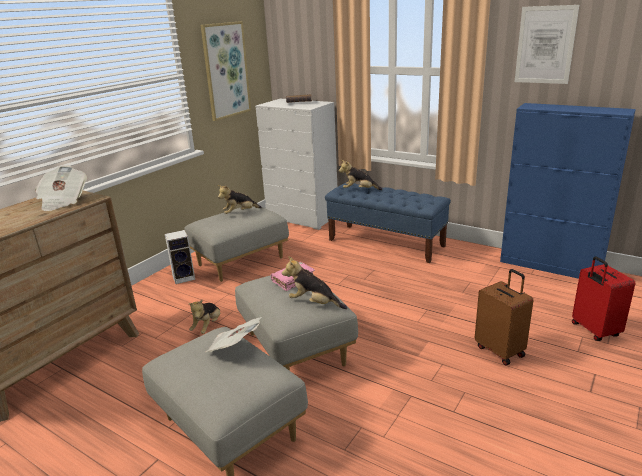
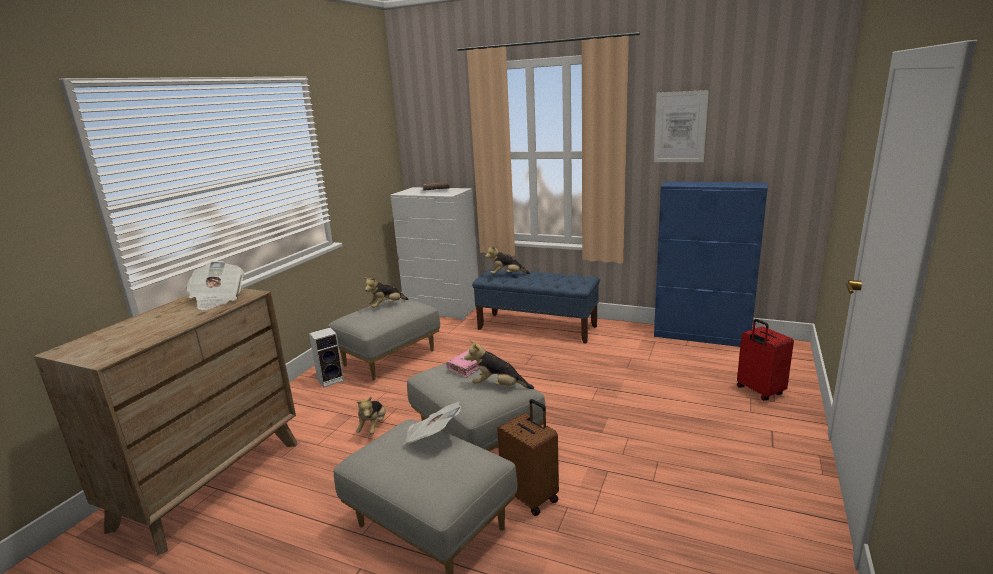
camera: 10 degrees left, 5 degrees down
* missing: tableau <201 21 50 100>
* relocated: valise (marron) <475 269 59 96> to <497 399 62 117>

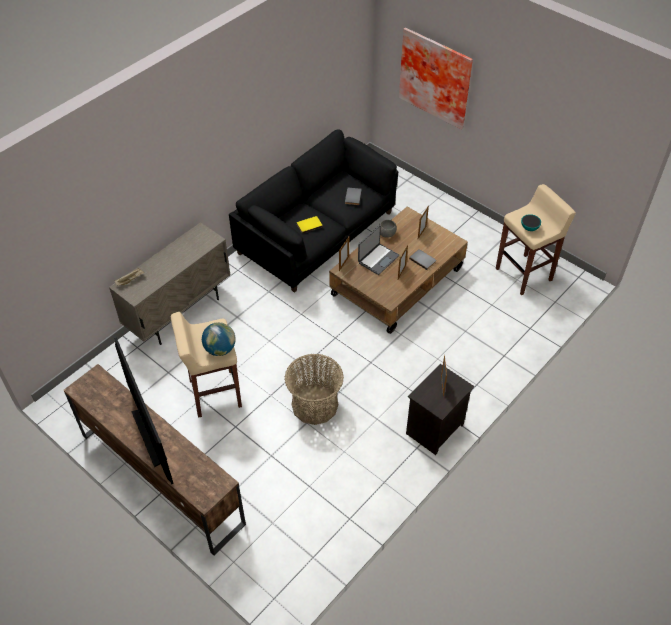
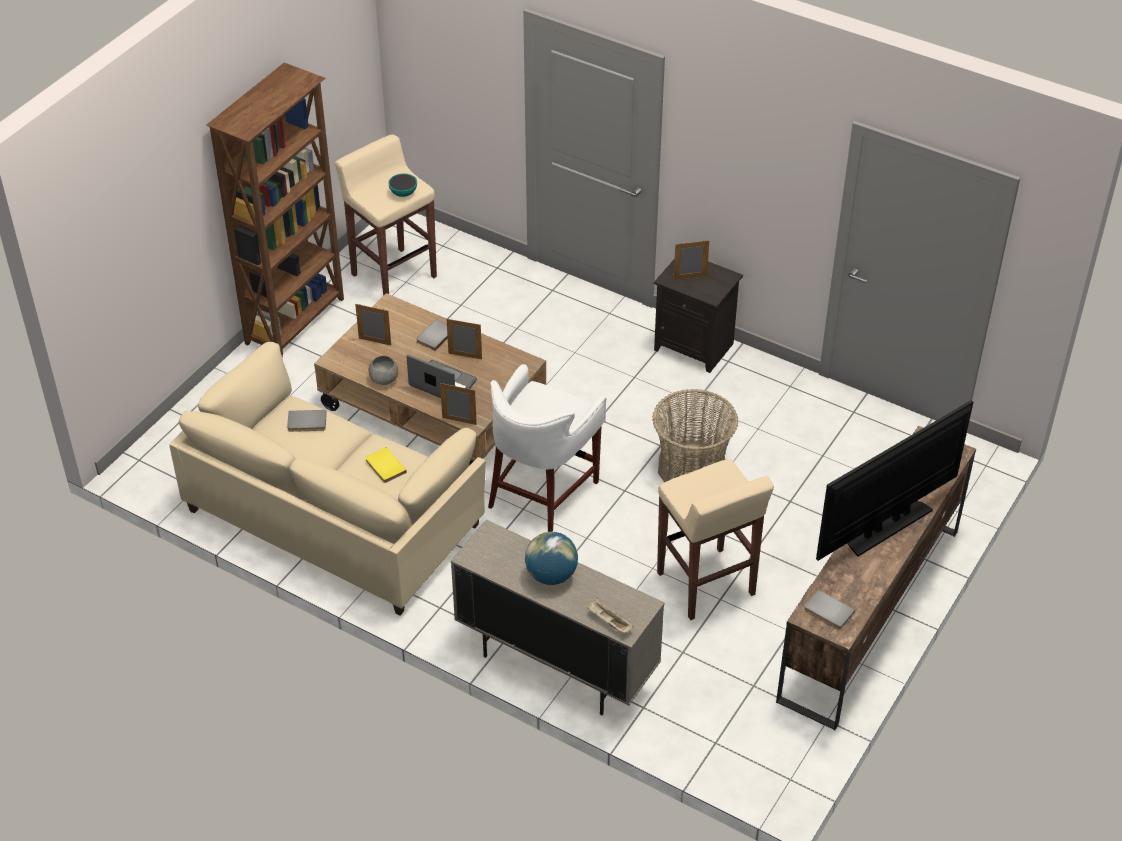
camera: 100 degrees left, 5 degrees down
* missing: tableau <399 28 74 102>
* appeared: bibliothèque (marron) <206 63 138 295>
* appeared: tabouret (blanc) <488 364 119 168>
* appeared: livre (gris) <804 590 51 40>
* relocated: globe <202 322 34 34> to <525 532 53 53>
* colour: canapé (noir) <229 129 169 164> to canapé (beige) <169 342 317 274>

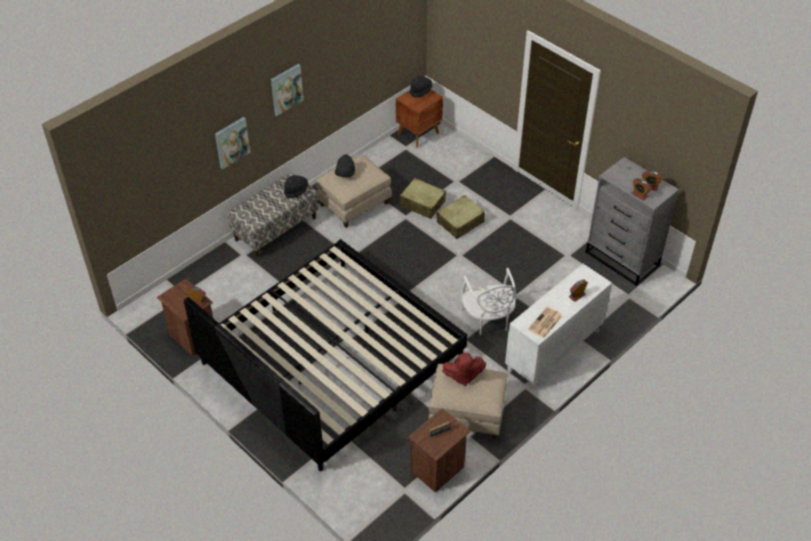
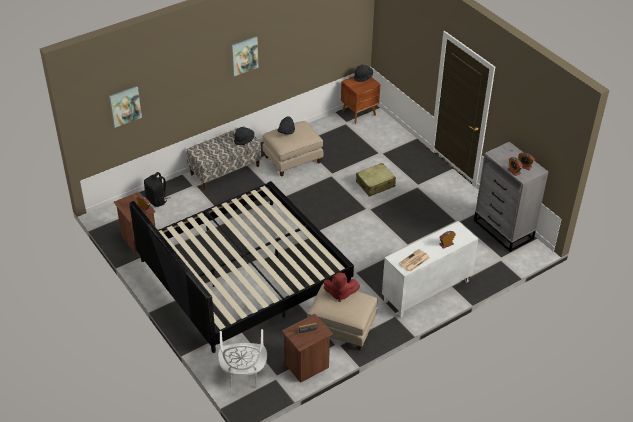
camera: 10 degrees right, 5 degrees down
* missing: valise (beige) <399 178 47 41>
* appeared: sac à dos (noir) <144 172 27 35>
* relocated: tableau <215 117 35 52> to <109 86 33 42>
* relocated: chaise (blanc) <461 268 55 68> to <218 329 49 59>

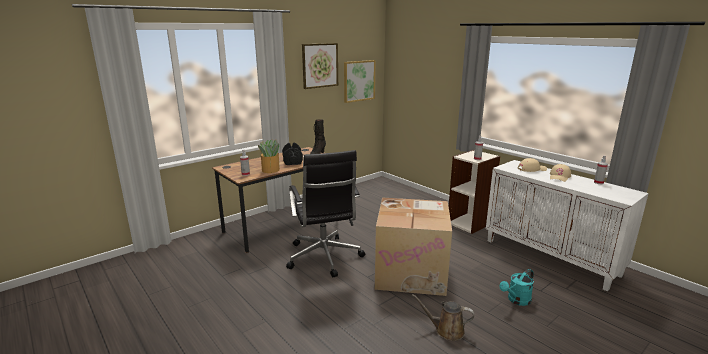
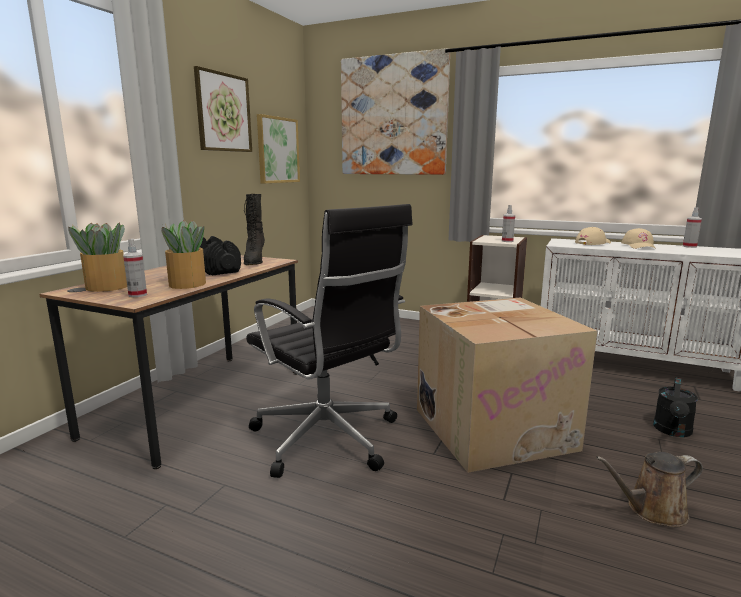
camera: 25 degrees left, 5 degrees down
* appeared: plante en pot <68 222 59 70>
* appeared: tableau <341 48 109 127>
* colour: arrosoir (turquoise) <500 269 34 37> to arrosoir (noir) <653 377 45 60>

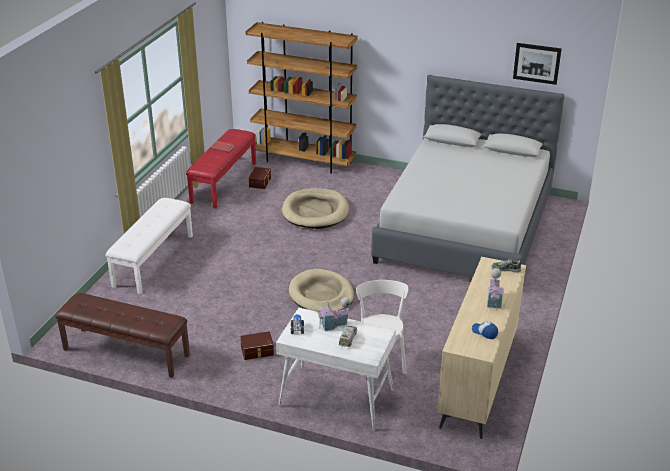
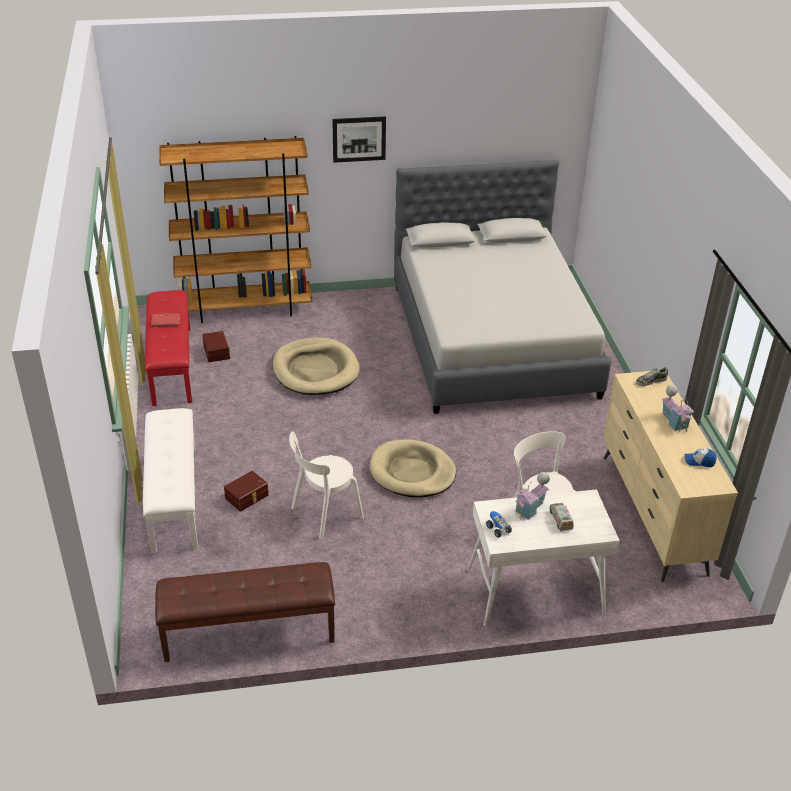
camera: 30 degrees left, 5 degrees up
* appeared: chaise (blanc) <289 431 75 109>
* relocated: boîte de rangement (marron) <240 331 34 29> to <224 471 45 41>
* relocated: tableau <513 43 49 42> to <332 116 54 47>

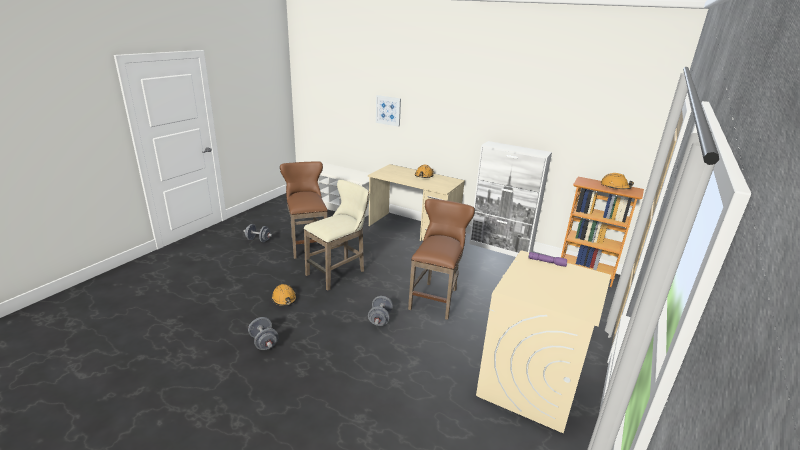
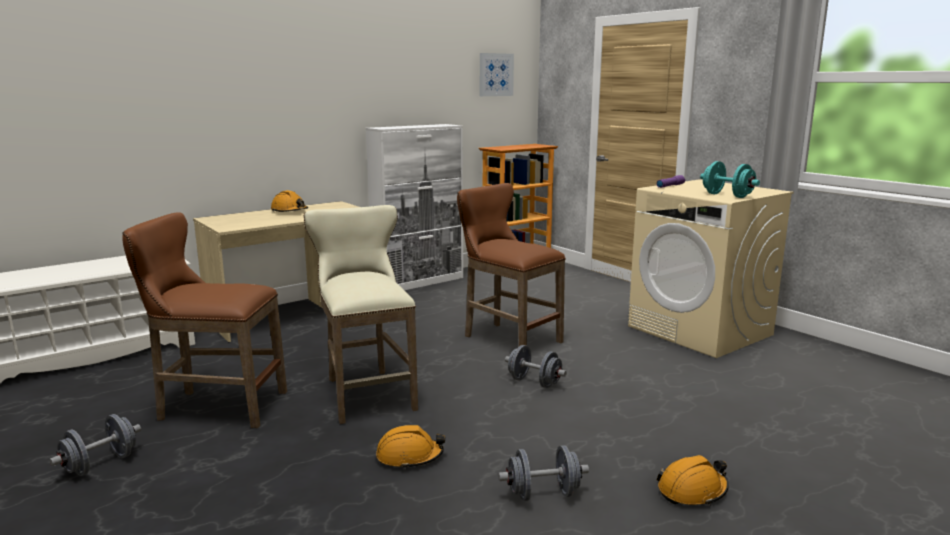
camera: 65 degrees left, 10 degrees down
* appeared: haltère (turquoise) <700 161 60 37>
* relocated: tableau <376 95 25 32> to <480 53 34 43>
* relocated: casque de chantier (orange) <601 173 33 17> to <657 455 72 51>

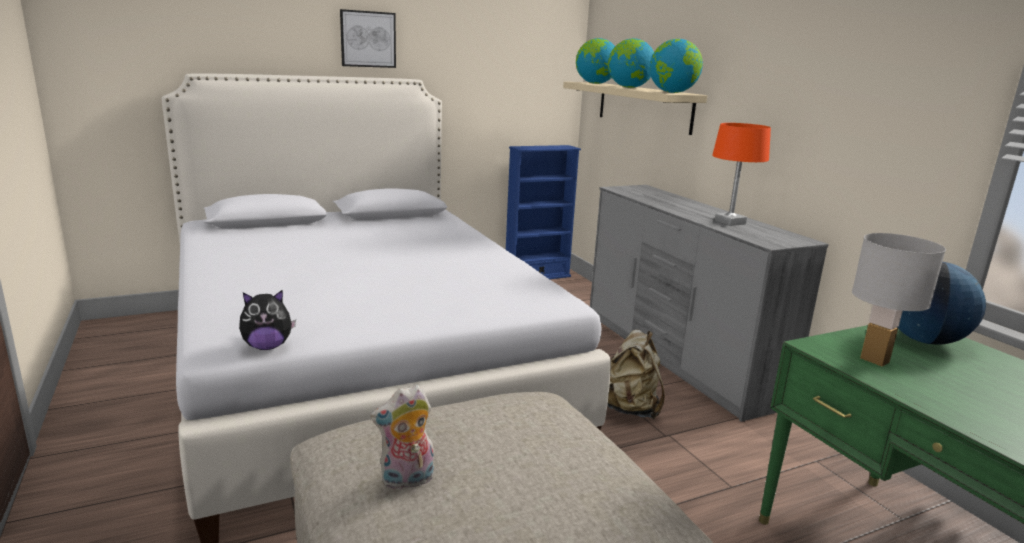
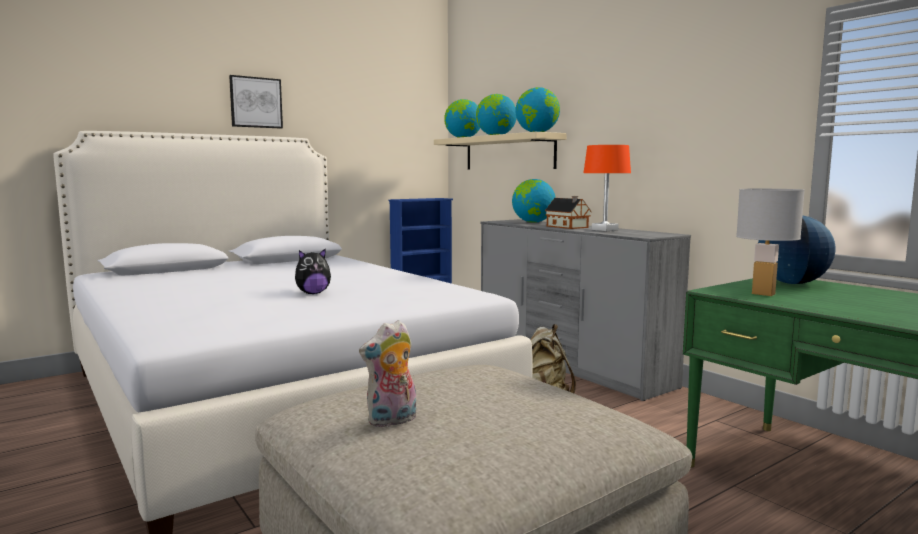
camera: 10 degrees left, 10 degrees down
* appeared: globe <512 179 44 44>
* appeared: maison miniature <545 196 47 33>
* relocated: peluche <239 290 57 60> to <295 248 36 46>

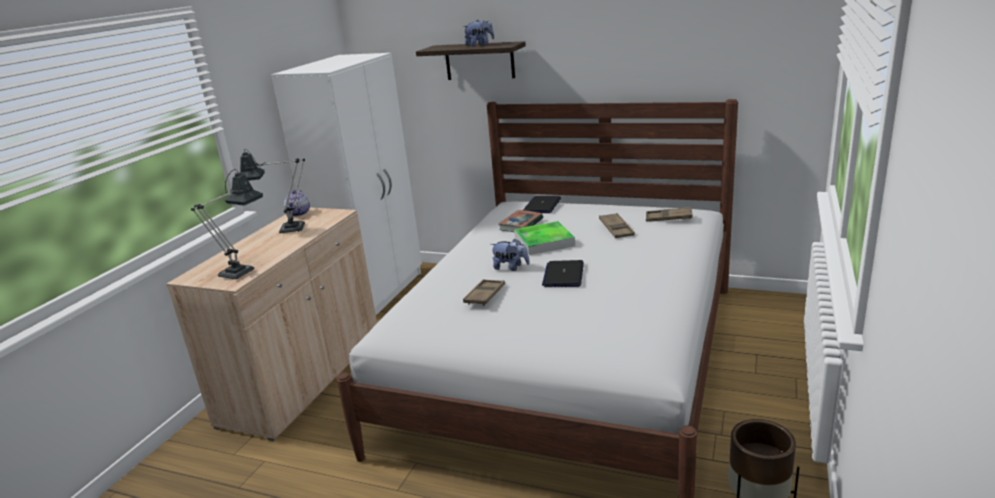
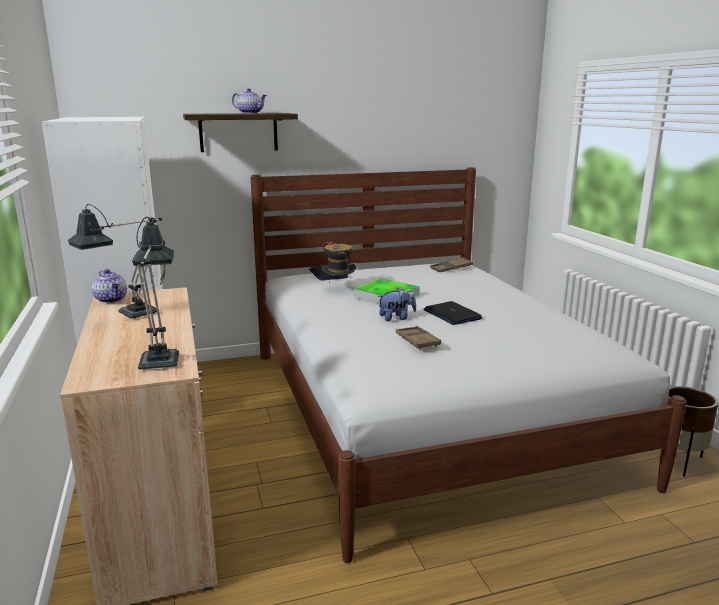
camera: 40 degrees left, 5 degrees down
* missing: plateau (marron) <599 213 36 25>
* exchanged: peluche <463 20 31 26> to théière <232 88 35 26>
* exchanged: livre <499 210 44 22> to chapeau <321 242 36 40>

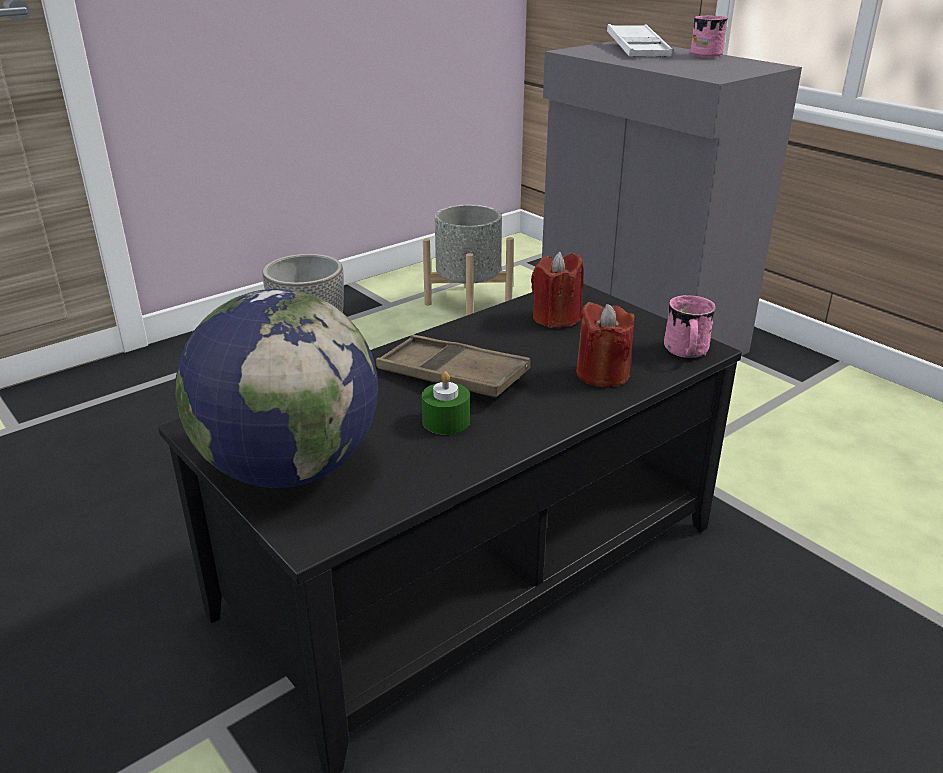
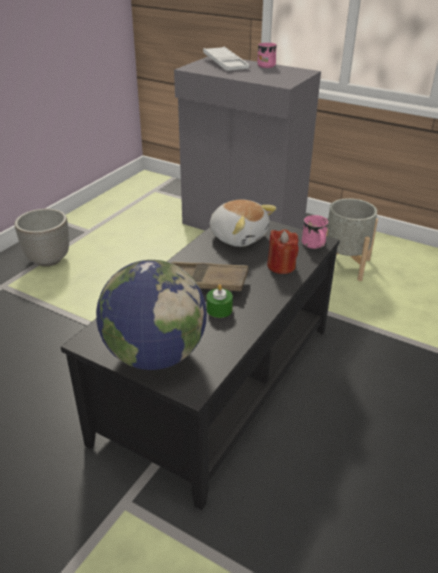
camera: 20 degrees left, 5 degrees up
* relocated: cache-pot (gris) <423 205 91 111> to <326 198 52 83>
* exchanged: bougie (rouge) <531 252 53 76> to peluche <210 199 67 48>

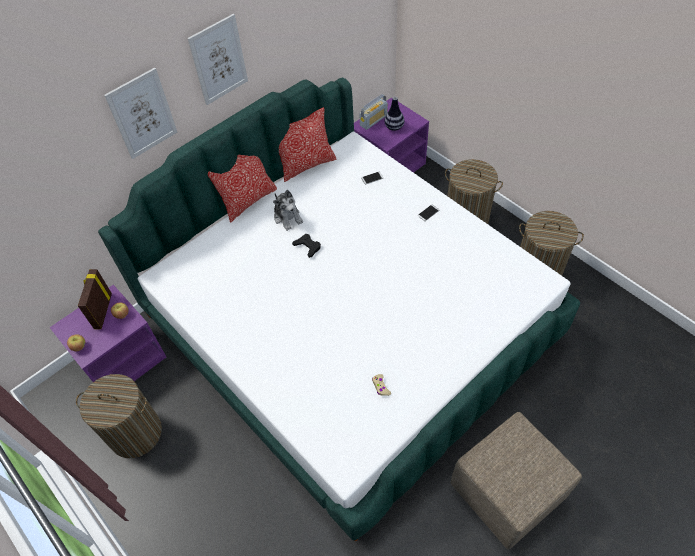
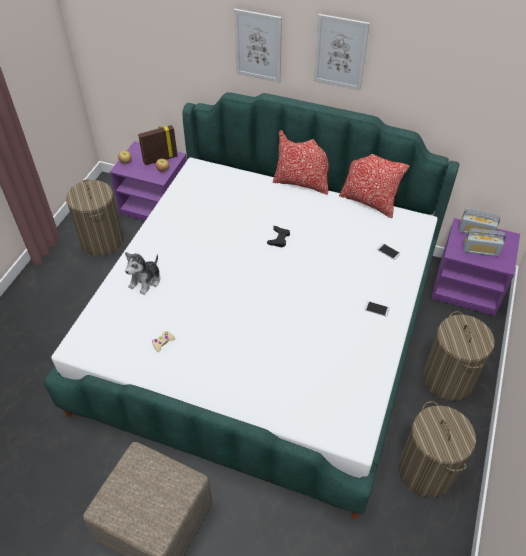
camera: 60 degrees right, 5 degrees down
* relocated: peluche <273 190 30 41> to <125 252 35 43>
* exchanged: vase <385 97 19 34> to radio <463 228 43 29>

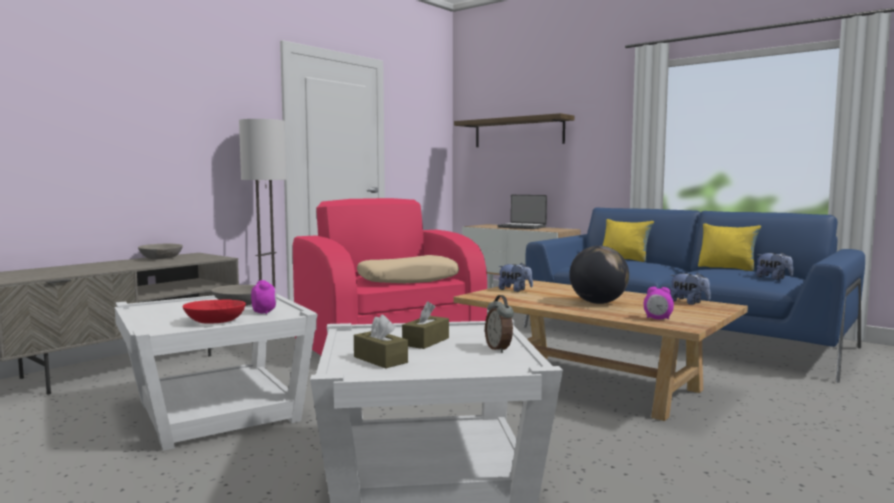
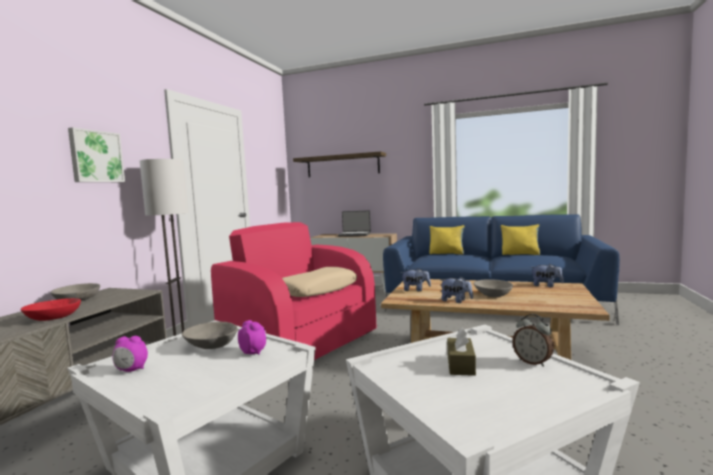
camera: 20 degrees left, 0 degrees up
* missing: boîte à mouchoirs (marron) <354 315 54 54>
* appeared: tableau <68 127 57 55>
* relocated: bol (rouge) <182 299 64 25> to <20 298 61 23>
* relocated: réveil <644 287 30 32> to <112 336 36 36>
* relocated: peluche <756 252 37 28> to <441 277 32 26>
* exchanged: globe <569 246 60 58> to bol (gris) <473 279 40 18>

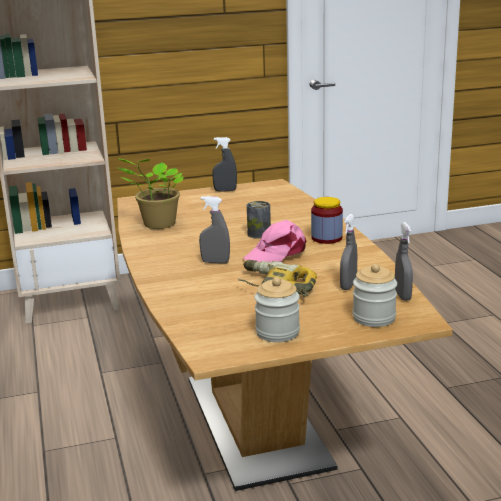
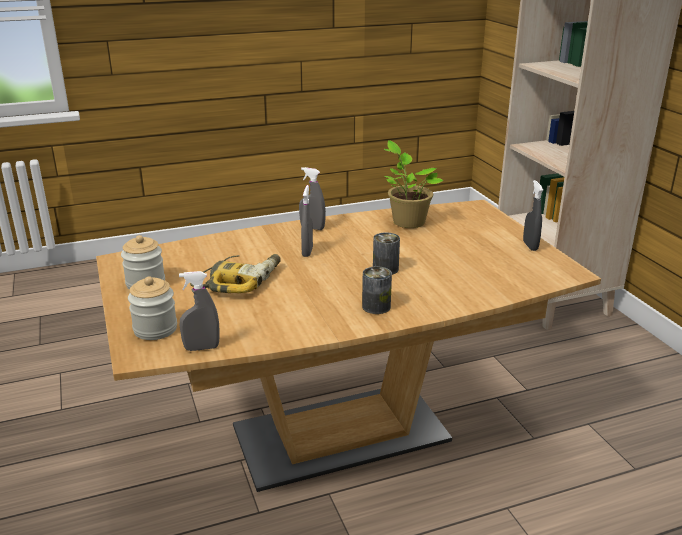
camera: 85 degrees right, 5 degrees up
* missing: casquette (rose) <243 220 63 42>
* relocated: vaporisateur (gris) <340 214 17 76> to <299 167 27 63>
* exchanged: bocal <311 197 32 47> to boîte métallique <362 266 30 48>

